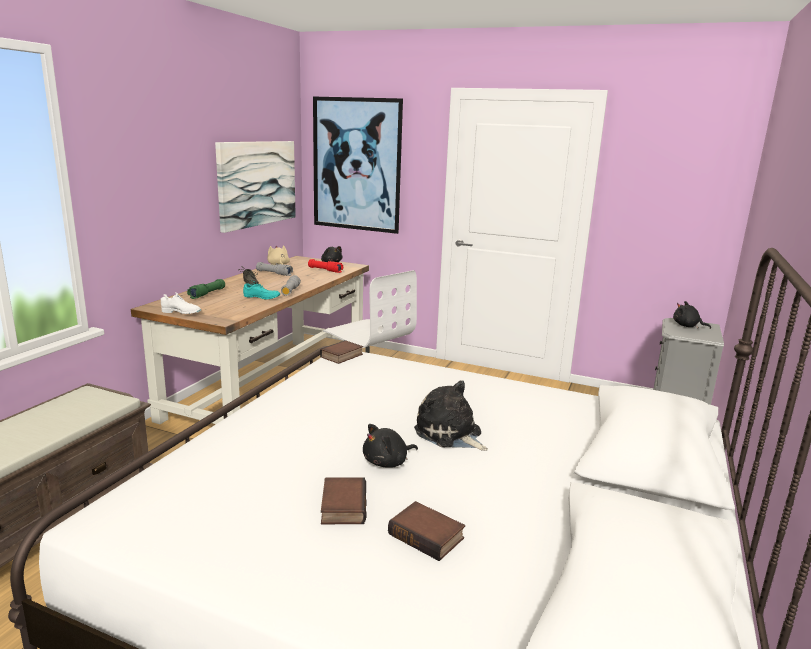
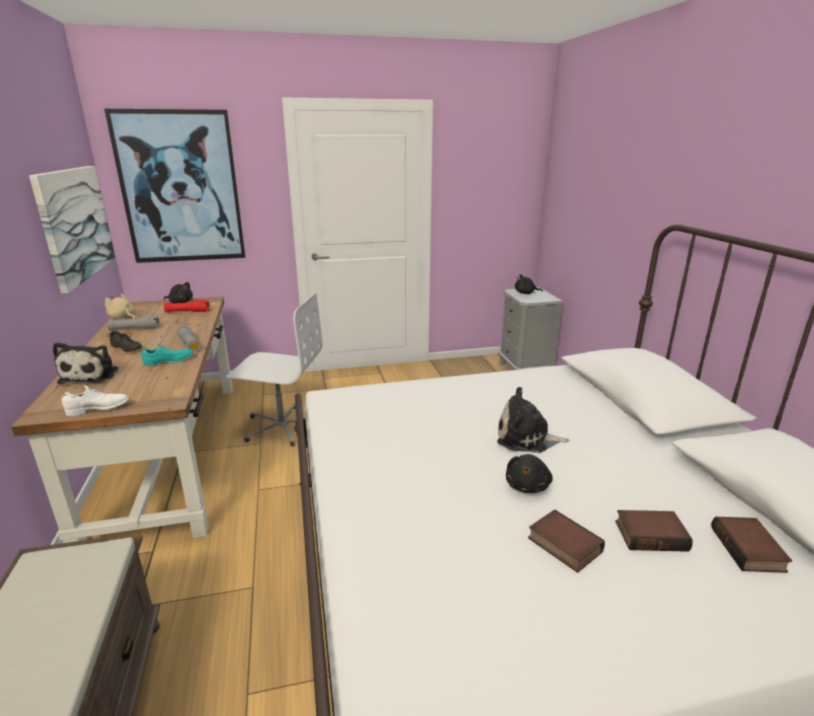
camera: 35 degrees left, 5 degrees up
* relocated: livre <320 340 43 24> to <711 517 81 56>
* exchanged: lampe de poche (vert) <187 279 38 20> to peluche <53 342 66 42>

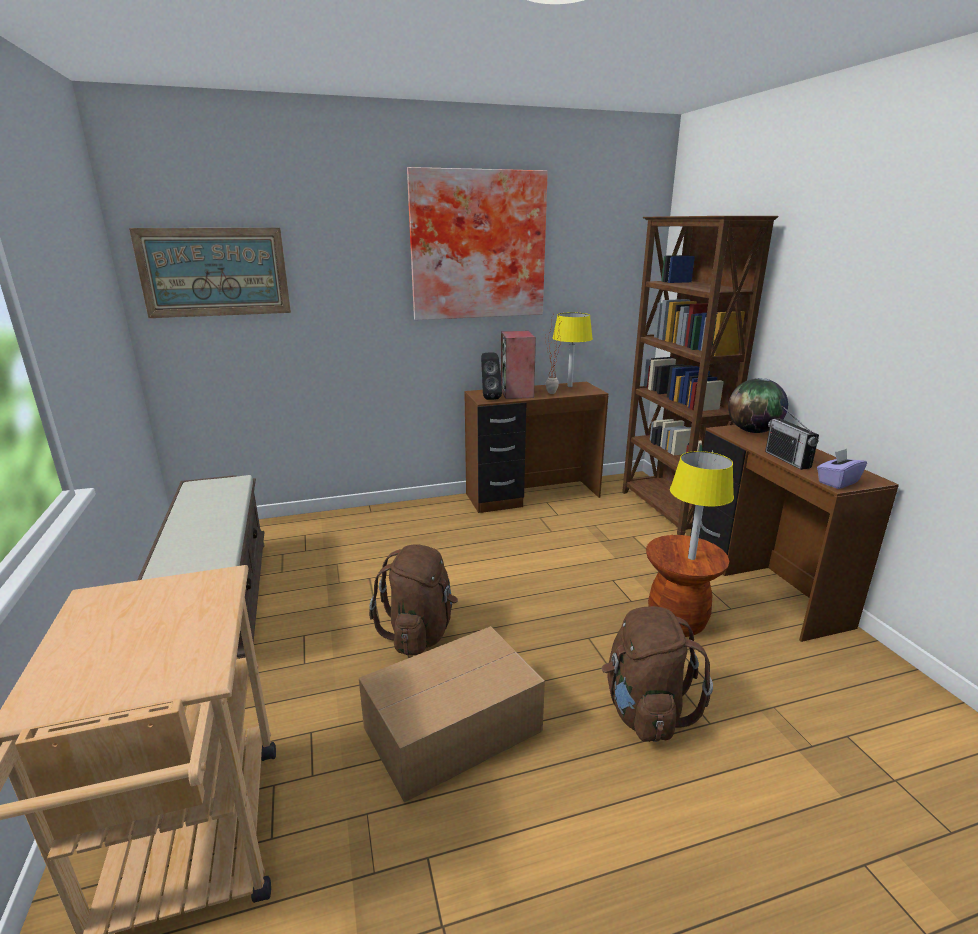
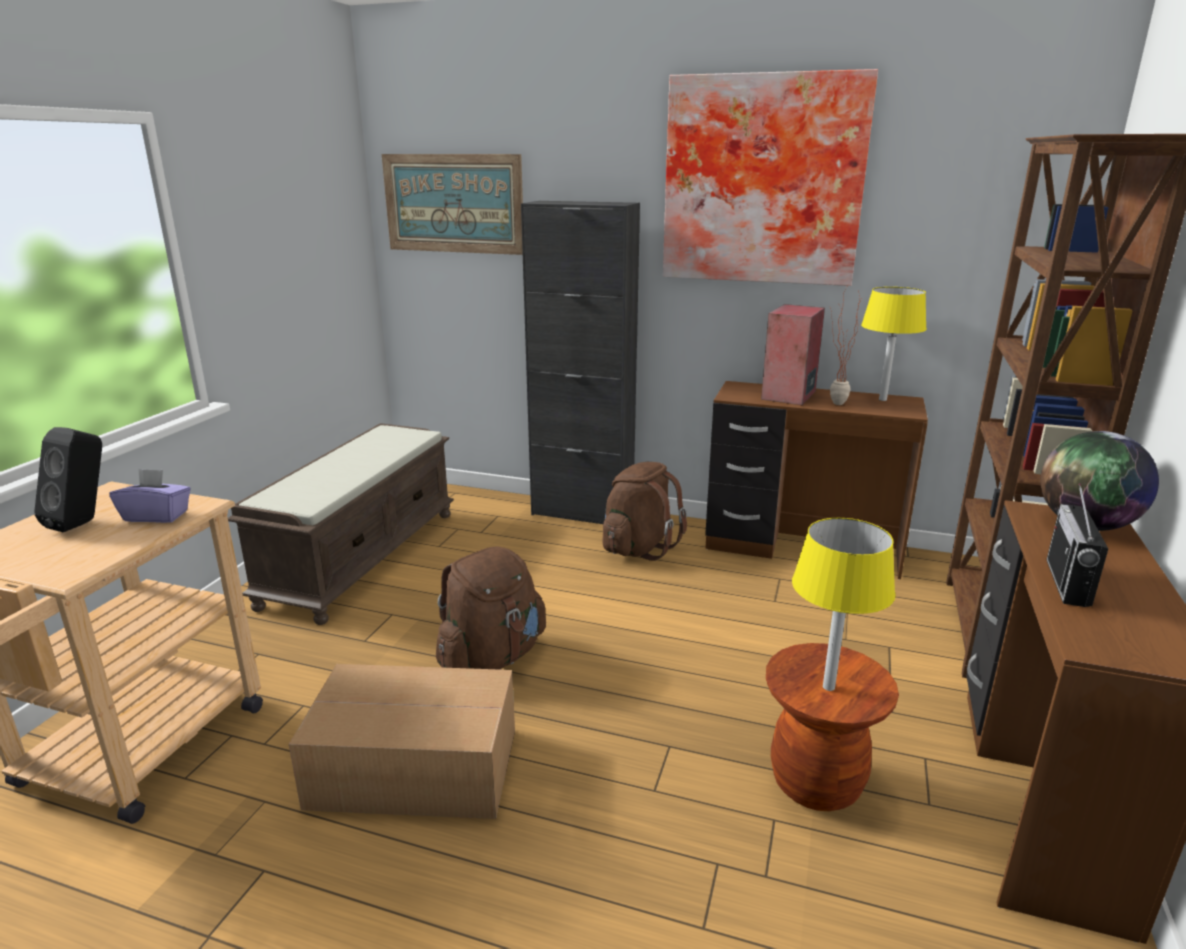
camera: 35 degrees right, 0 degrees up
* appeared: meuble de rangement (noir) <521 201 119 323>
* relocated: enceinte (noir) <481 353 21 47> to <34 427 68 105>
* relocated: sac à dos (marron) <602 606 111 136> to <602 462 85 99>
* relocated: boîte à mouchoirs (violet) <817 449 50 40> to <109 469 82 54>

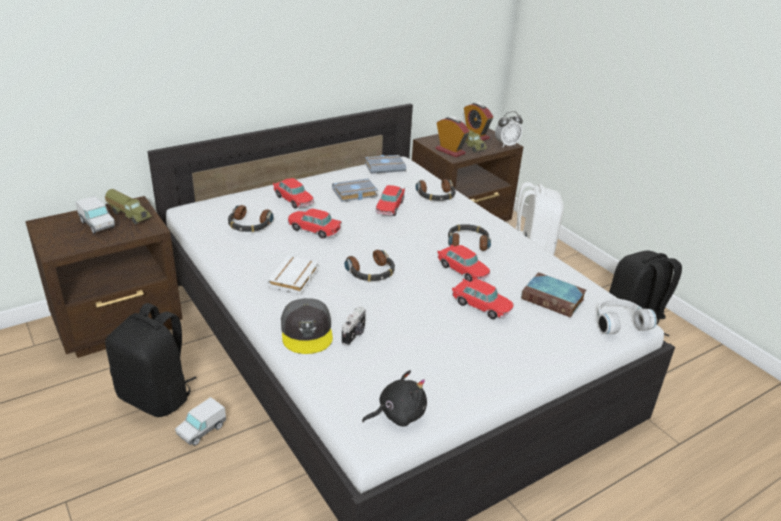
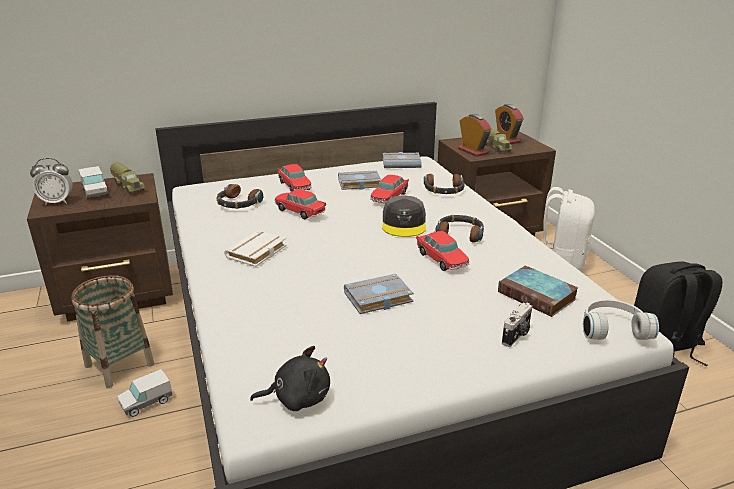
camera: 15 degrees right, 5 degrees down
* missing: casque audio <344 250 51 32>
* missing: petite voiture <452 279 62 40>
* appeared: livre (gris) <344 274 70 40>
* relocated: casquette (gris) <281 298 52 56> to <382 196 44 41>
* relocated: appareil photo <342 306 24 40> to <502 302 30 45>
* relocated: réveil <495 111 28 37> to <30 158 43 47>
* exchanged: sac à dos (noir) <105 303 92 114> to panier <72 275 83 113>

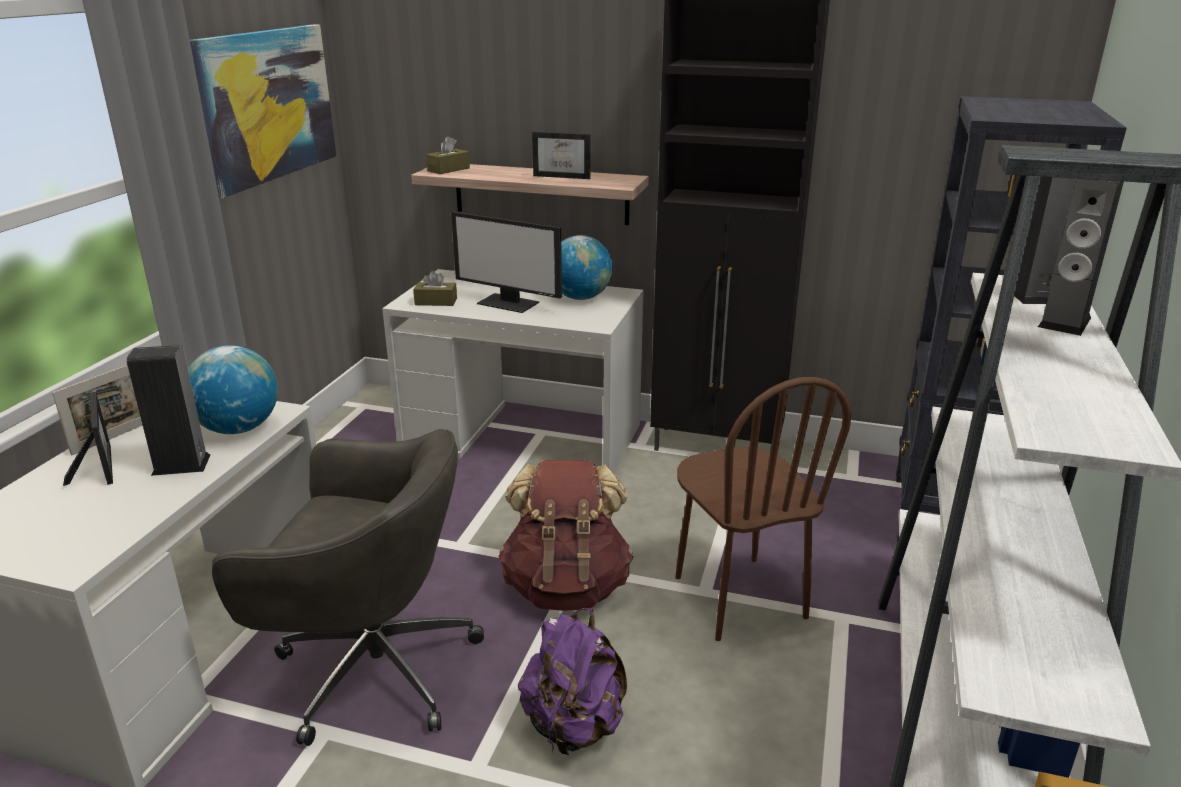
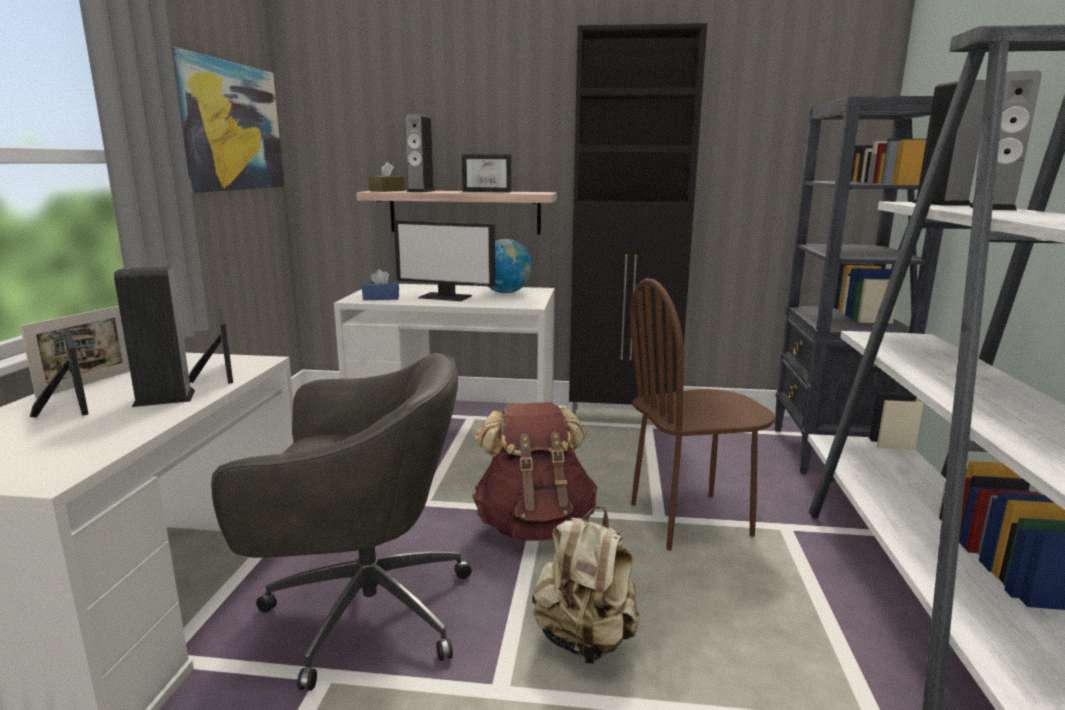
camera: 10 degrees left, 10 degrees down
* appeared: enceinte <405 114 30 78>
* exchanged: globe <188 345 90 89> to cadre photo <189 308 44 76>
* colour: boîte à mouchoirs (marron) <413 271 44 35> to boîte à mouchoirs (bleu) <362 269 37 31>
* colour: sac à dos (violet) <518 608 109 147> to sac à dos (beige) <532 506 108 158>
* spun: chaise (marron) <675 377 176 264> = <630 278 145 273> 105 degrees clockwise

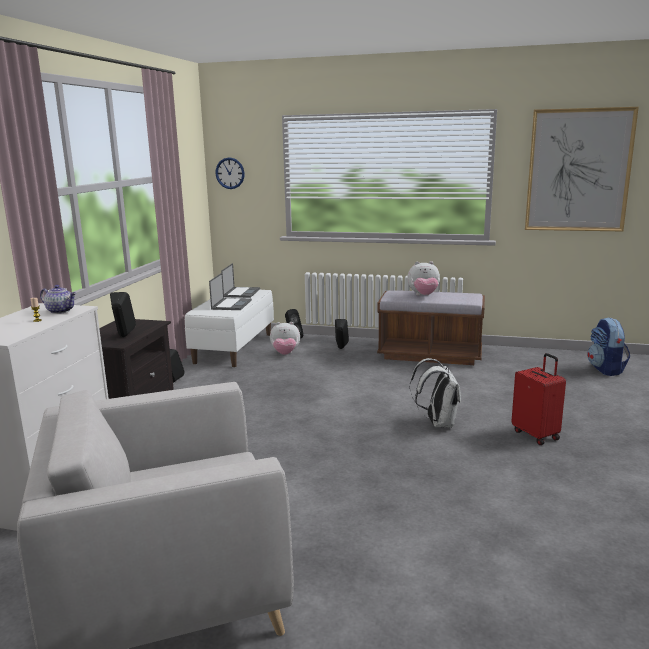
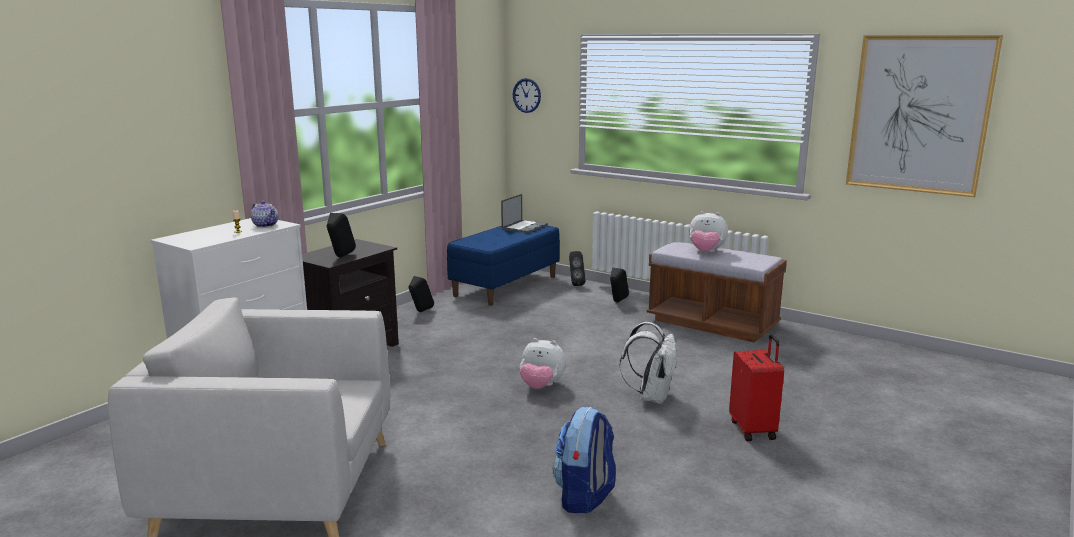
camera: 20 degrees right, 0 degrees up
* missing: ordinateur portable <209 273 43 37>
* relocated: peluche <270 322 30 33> to <520 338 46 51>
* relocated: sac à dos <587 317 43 59> to <553 407 63 106>
* colour: banc (blanc) <185 290 89 77> to banc (bleu) <447 226 113 80>

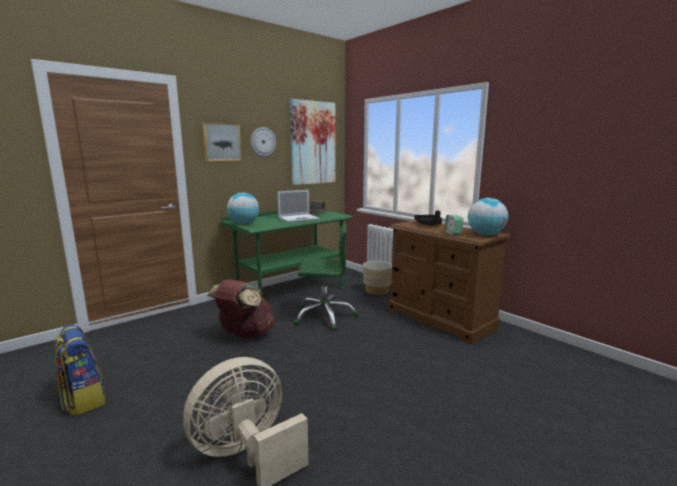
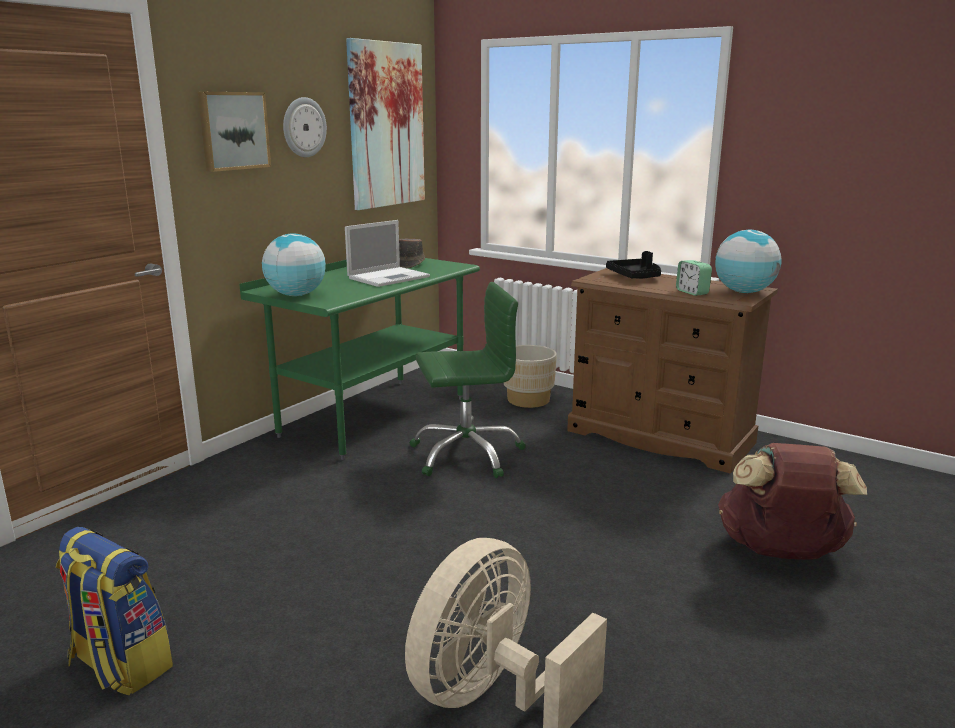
camera: 15 degrees left, 5 degrees up
* relocated: sac à dos (marron) <207 279 68 60> to <718 443 149 116>

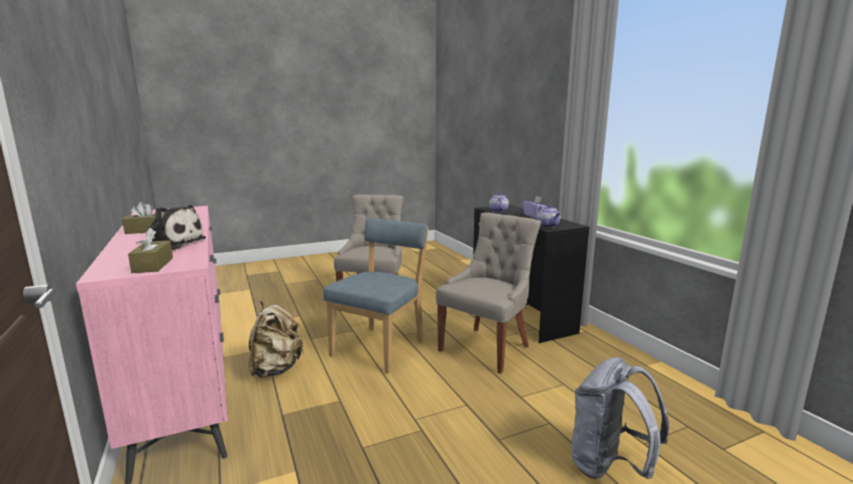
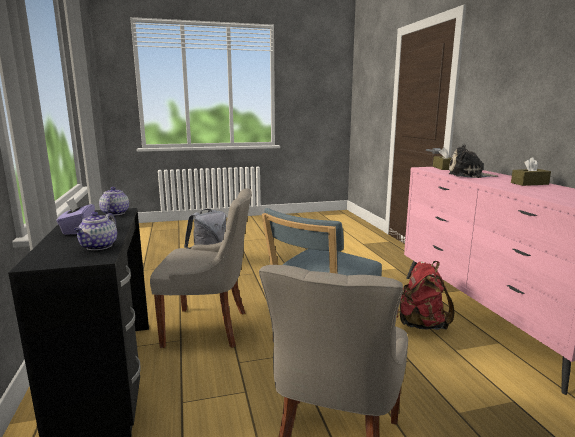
camera: 170 degrees left, 0 degrees up
* colour: sac à dos (beige) <249 301 55 77> to sac à dos (rouge) <397 261 58 69>
* spun: chaise (gris) <436 213 105 161> = <150 189 102 159> 135 degrees counterclockwise

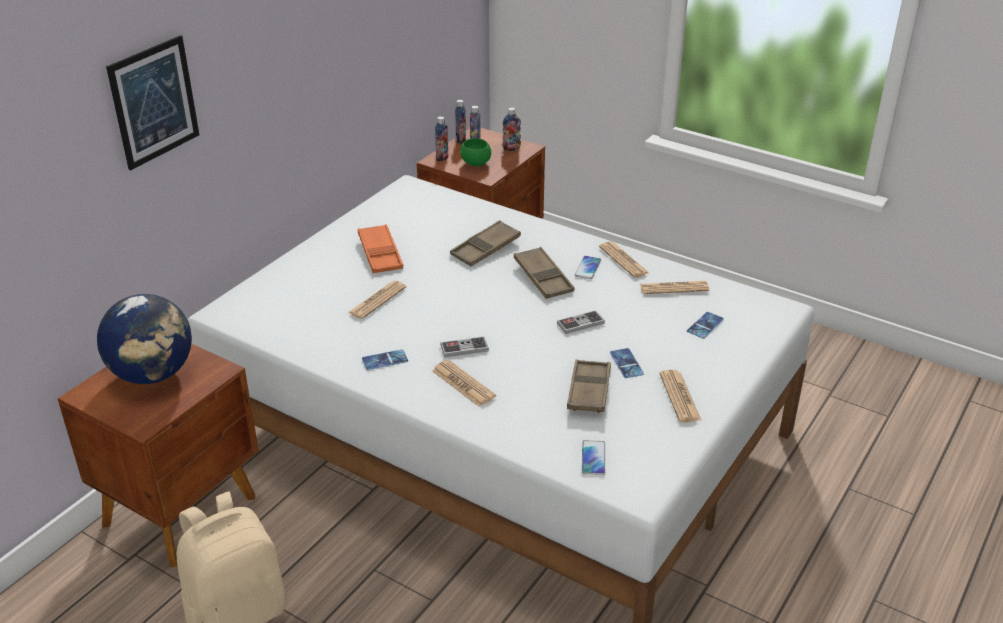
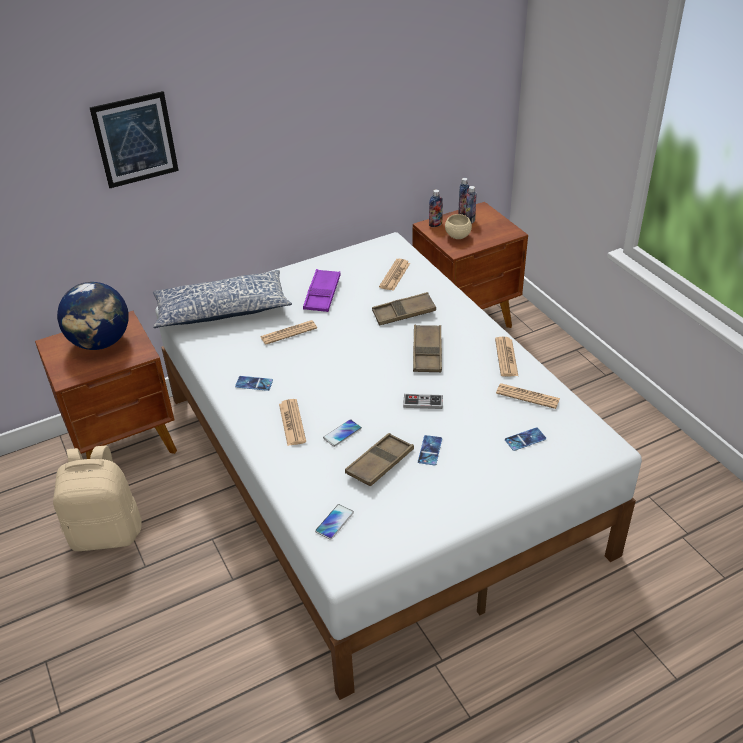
camera: 30 degrees right, 5 degrees up
* missing: manette <440 336 49 21>
* missing: bouteille <503 107 18 44>
* appeared: coussin <153 270 139 58>
* relocated: téléphone <575 256 26 23> to <323 419 39 28>
* relocated: journal <659 370 43 52> to <379 259 31 32>
* colour: plateau (orange) <358 224 45 49> to plateau (violet) <303 269 37 43>
* colour: bol (vert) <460 138 31 28> to bol (beige) <445 214 27 25>

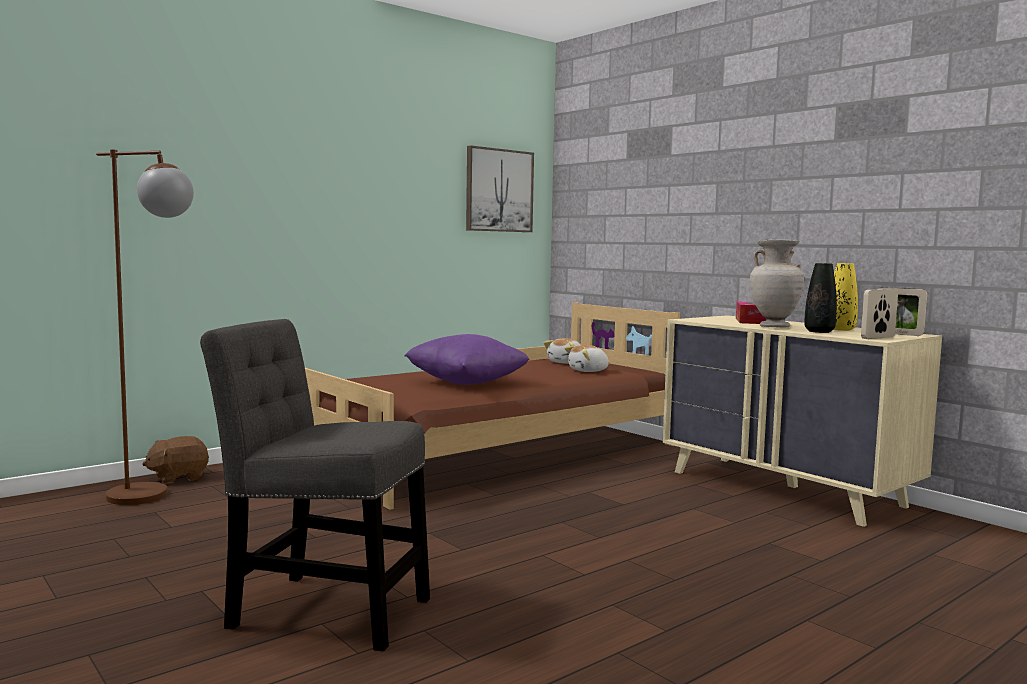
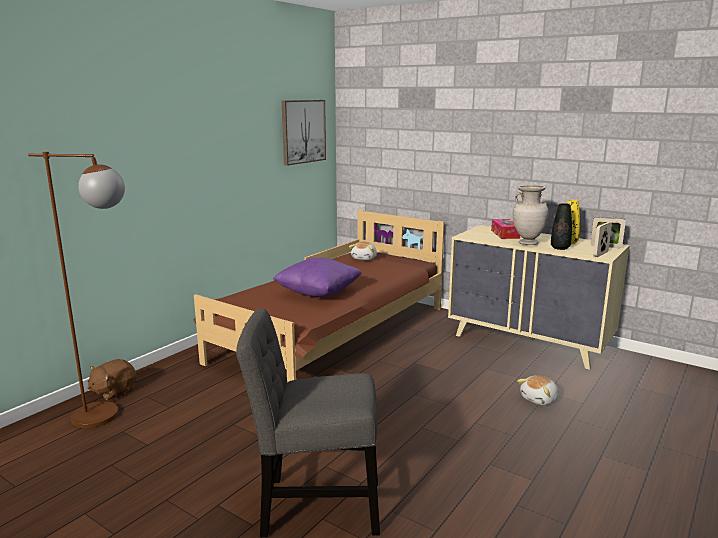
camera: 15 degrees left, 10 degrees up
* relocated: peluche <565 344 45 28> to <517 375 42 30>

